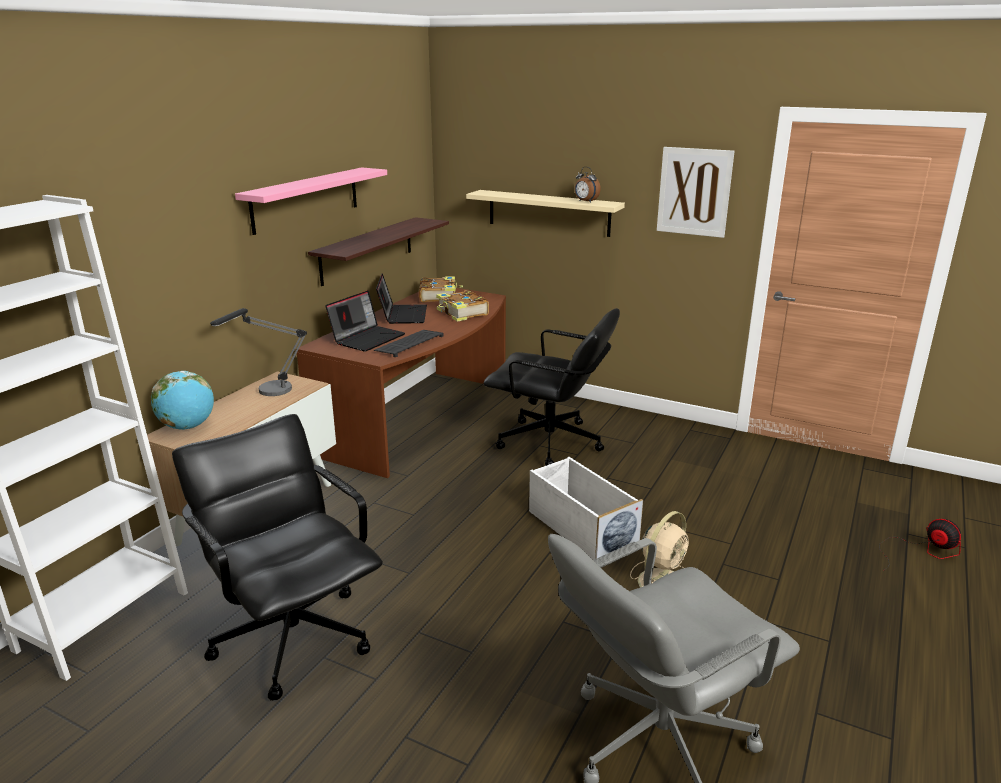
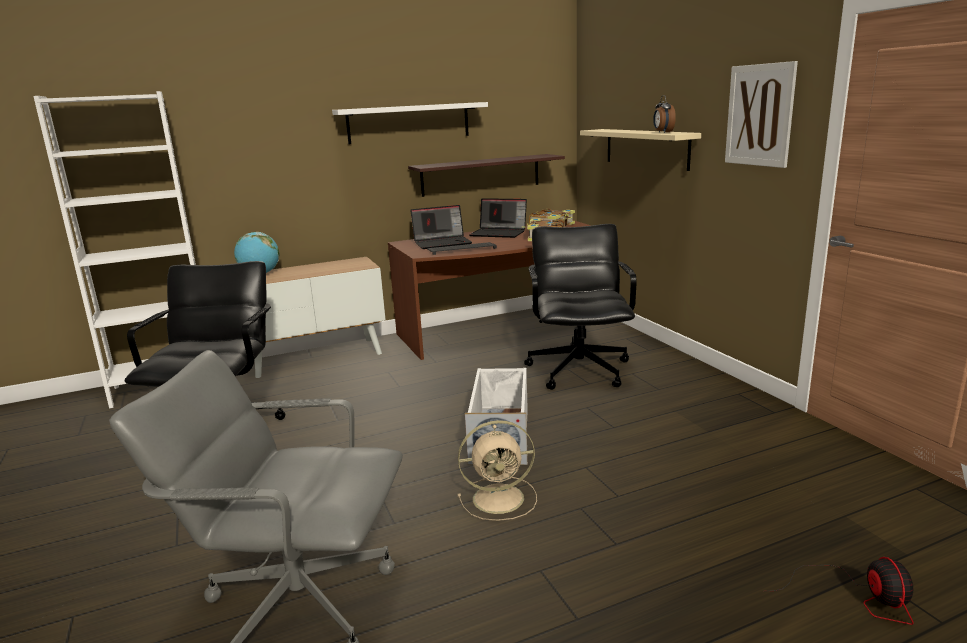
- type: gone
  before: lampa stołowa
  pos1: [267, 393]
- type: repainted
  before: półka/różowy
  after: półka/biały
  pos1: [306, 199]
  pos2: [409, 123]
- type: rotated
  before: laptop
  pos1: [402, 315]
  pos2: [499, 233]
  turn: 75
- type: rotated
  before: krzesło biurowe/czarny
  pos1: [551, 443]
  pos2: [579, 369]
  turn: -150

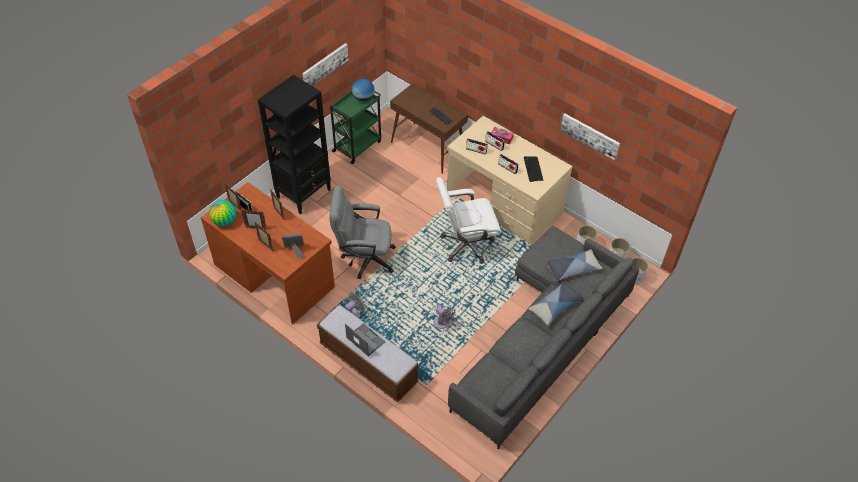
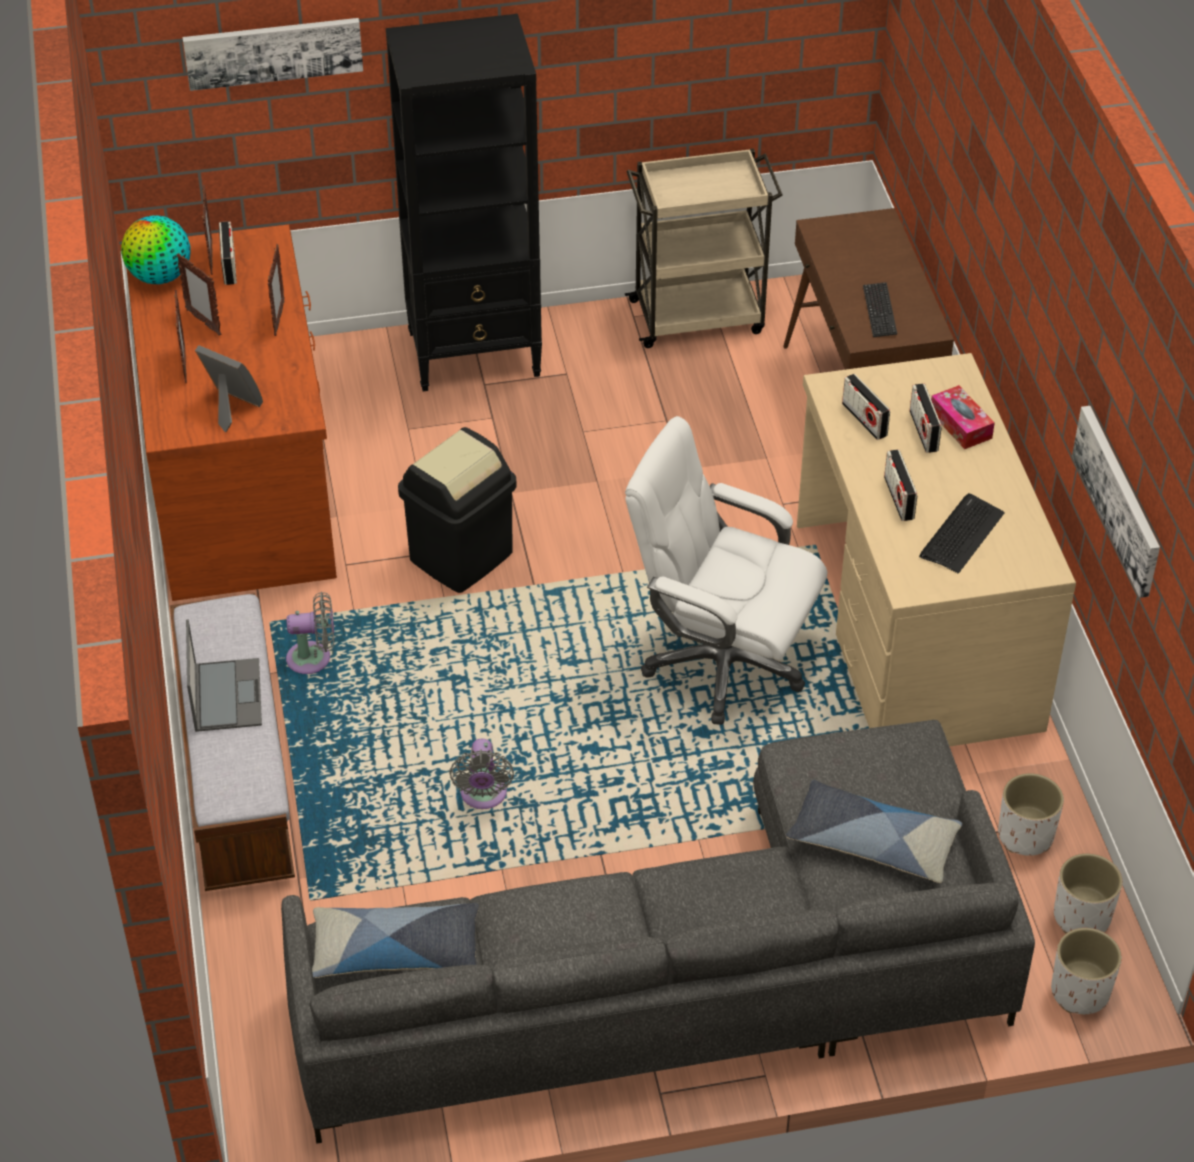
- type: shifted
  before: obraz
  pos1: [324, 65]
  pos2: [273, 52]
- type: repainted
  before: wózek/zielony
  after: wózek/beżowy
  pos1: [358, 146]
  pos2: [699, 316]
- type: swapped
  before: krzesło biurowe/szary
  after: kosz na śmieci/czarny
  pos1: [364, 258]
  pos2: [460, 556]
- type: gone
  before: globus
  pos1: [363, 98]
- type: shifted
  before: poduszka
  pos1: [555, 306]
  pos2: [396, 951]

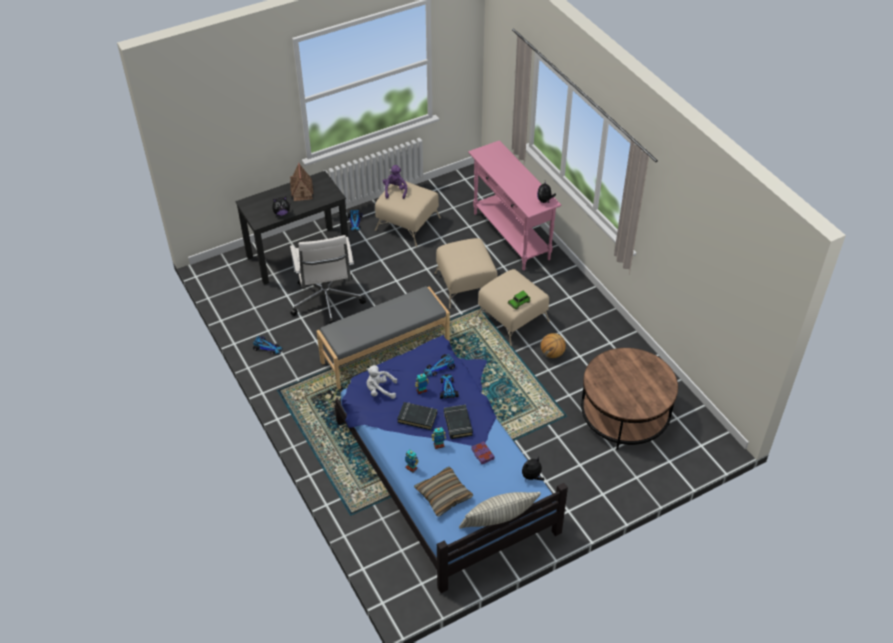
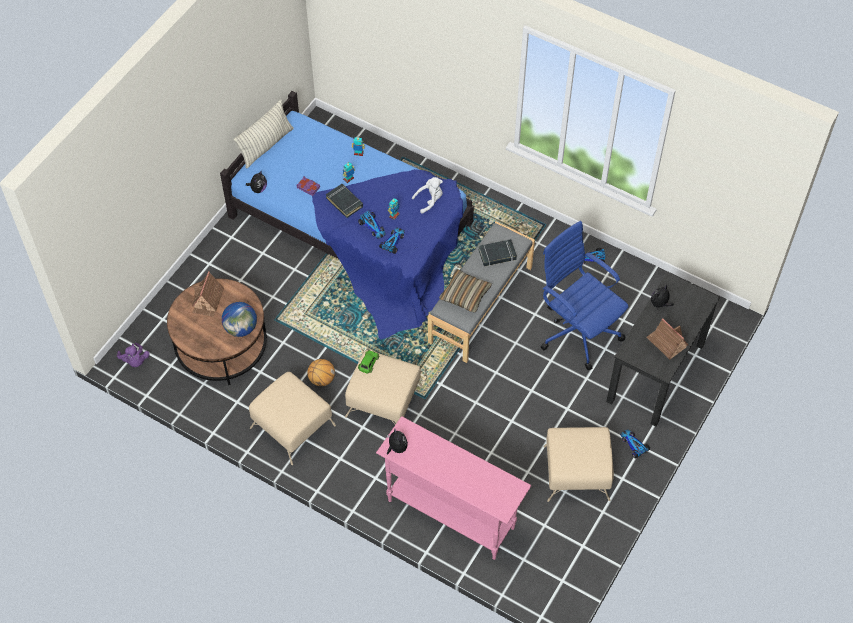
- type: repainted
  before: krzesło biurowe/biały
  after: krzesło biurowe/niebieski
  pos1: [327, 303]
  pos2: [578, 330]
- type: shifted
  before: pluszak/fioletowy
  pos1: [395, 190]
  pos2: [135, 361]
- type: shifted
  before: książka/czarny
  pos1: [417, 417]
  pos2: [497, 255]
- type: shifted
  before: poduszka
  pos1: [443, 495]
  pos2: [465, 295]
- type: shifted
  before: pufa/beżowy
  pos1: [466, 285]
  pos2: [292, 426]
- type: new
  after: domek
  pos2: [207, 300]
- type: new
  after: globus
  pos2: [241, 328]

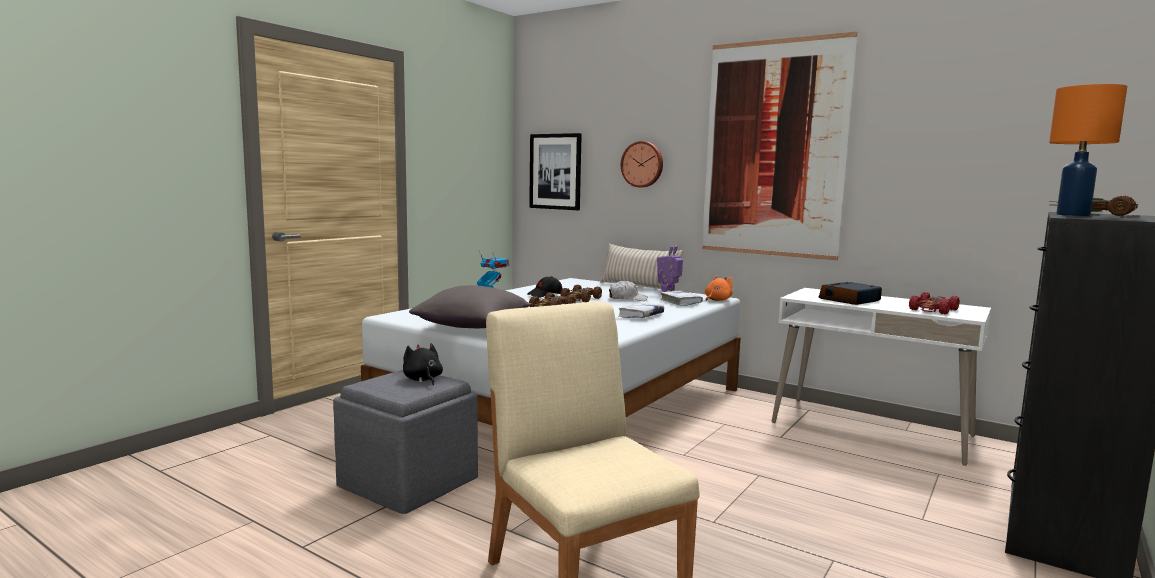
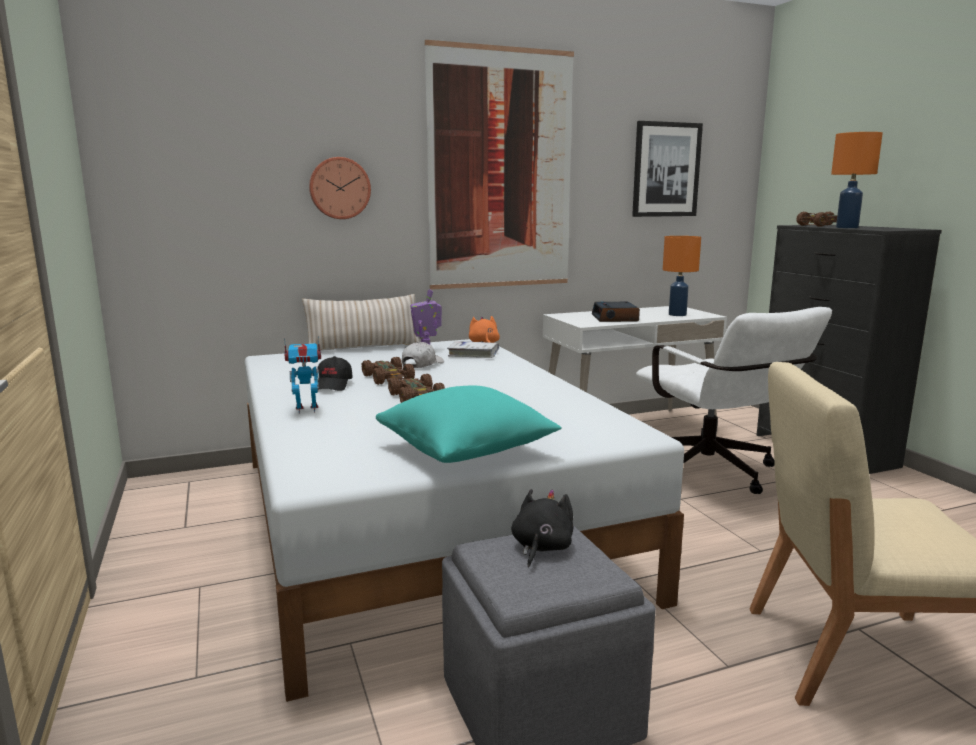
- type: rotated
  before: pluszak/czarny
  pos1: [423, 379]
  pos2: [541, 548]
  turn: 105
- type: repainted
  before: poduszka/szary
  after: poduszka/turkusowy
  pos1: [473, 327]
  pos2: [466, 450]
- type: shifted
  before: obraz
  pos1: [555, 171]
  pos2: [666, 170]
- type: gone
  before: książka/biały
  pos1: [641, 316]
- type: swapped
  before: samochodzik/czerwony
  after: lampa stołowa/pomarańczowy
  pos1: [933, 310]
  pos2: [677, 314]
- type: new
  after: krzesło biurowe/biały
  pos2: [715, 474]

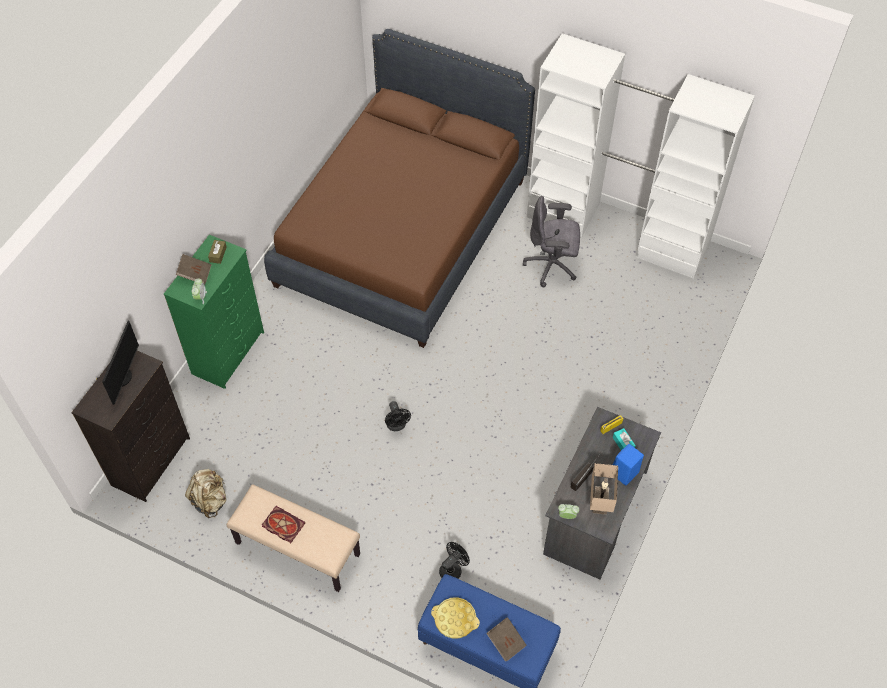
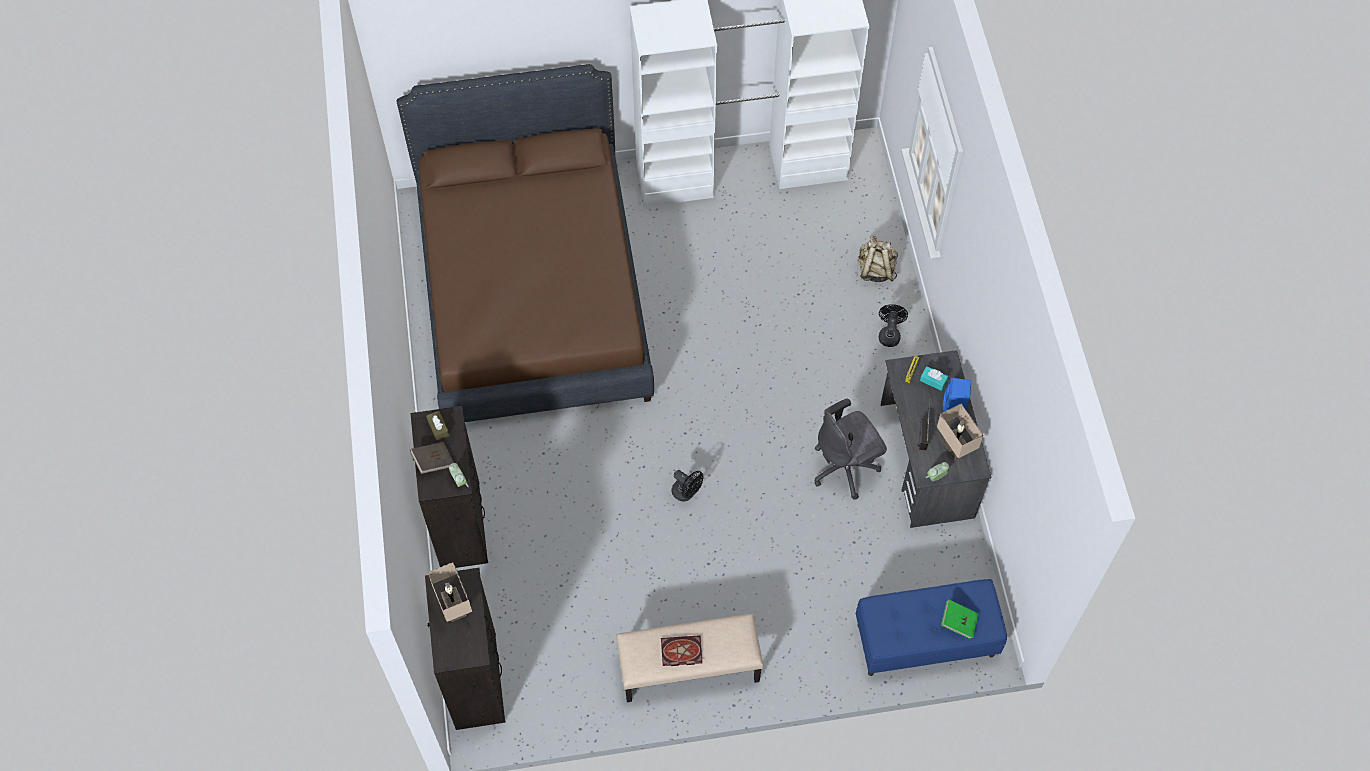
- type: swapped
  before: monitor
  after: lampa stołowa/beżowy
  pos1: [122, 377]
  pos2: [453, 607]
- type: repainted
  before: komoda/zielony
  after: komoda/czarny
  pos1: [229, 352]
  pos2: [461, 524]
- type: shifted
  before: plecak/beżowy
  pos1: [210, 500]
  pos2: [875, 270]
- type: gone
  before: taca/żółty
  pos1: [455, 619]
- type: shifted
  before: wentylator/czarny
  pos1: [453, 569]
  pos2: [889, 334]
- type: repainted
  before: książka/brązowy
  after: książka/zielony
  pos1: [506, 642]
  pos2: [958, 622]
- type: shifted
  before: krzesło biurowe/szary
  pos1: [552, 266]
  pos2: [846, 468]

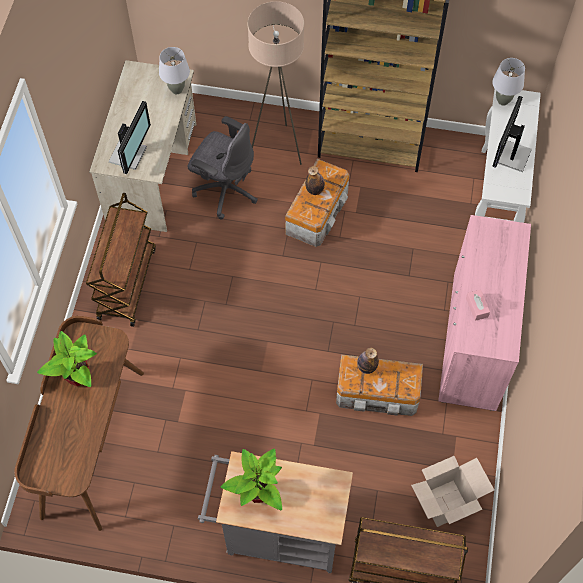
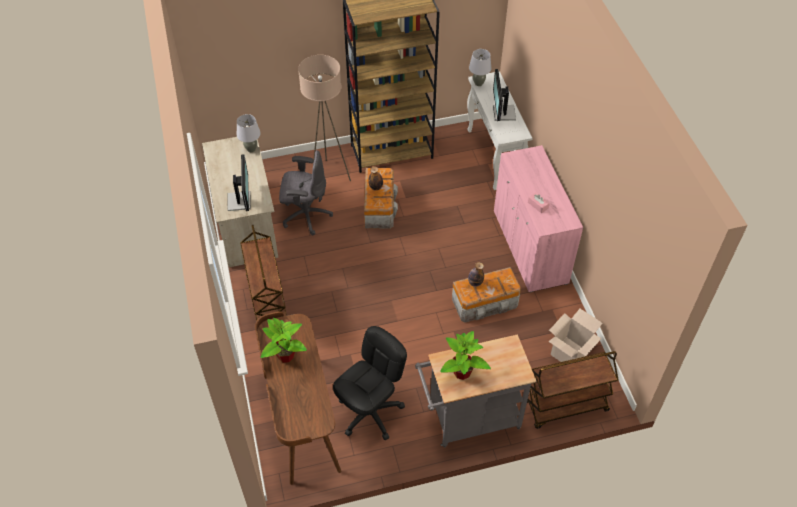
- type: new
  after: krzesło biurowe/czarny
  pos2: [370, 412]

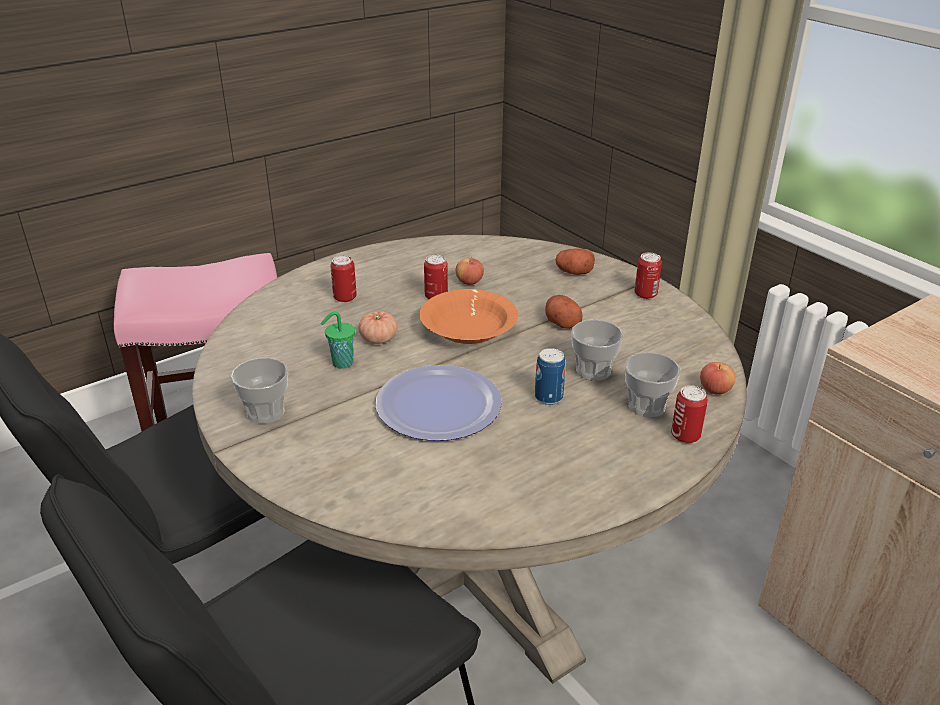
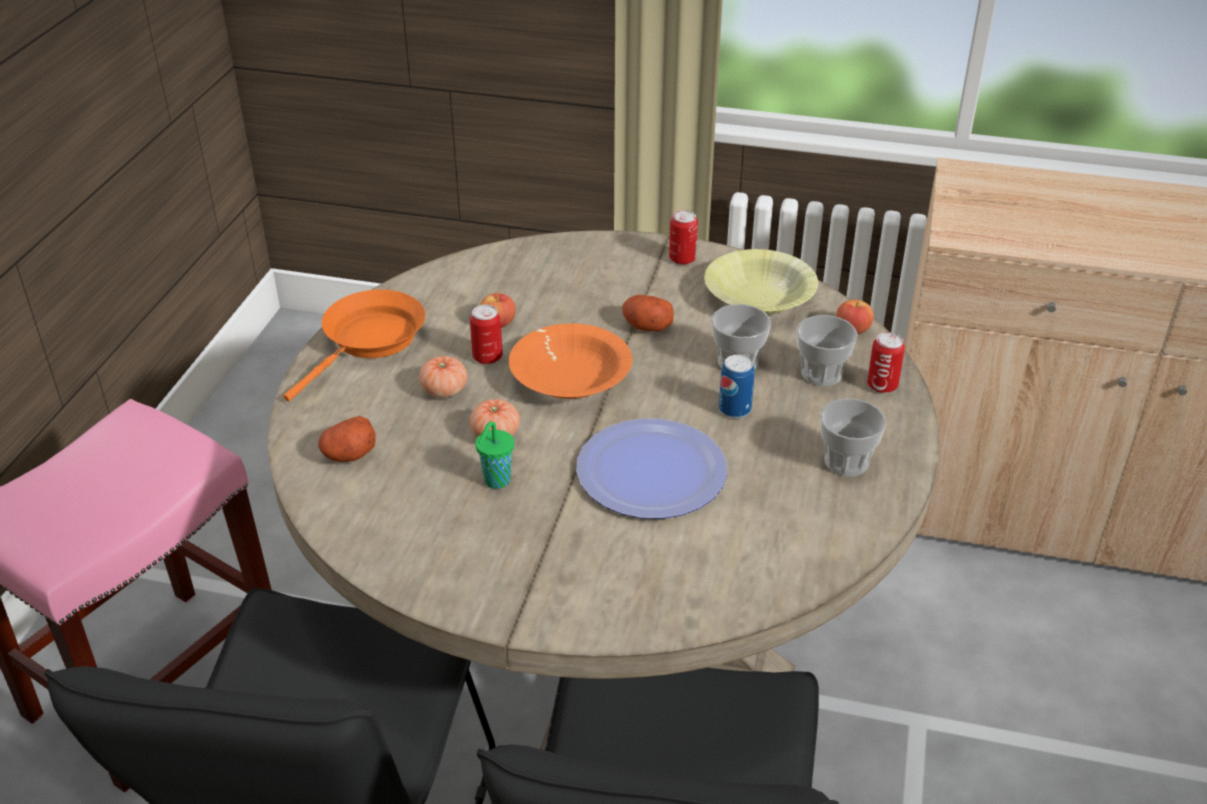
- type: shifted
  before: filiżanka
  pos1: [265, 412]
  pos2: [846, 462]
- type: gone
  before: puszka
  pos1: [345, 298]
- type: shifted
  before: ziemniak
  pos1: [573, 272]
  pos2: [349, 454]
- type: new
  after: patelnia/pomarańczowy
  pos2: [369, 342]
- type: new
  after: pomidor
  pos2: [444, 390]
- type: new
  after: miska/żółty
  pos2: [759, 297]

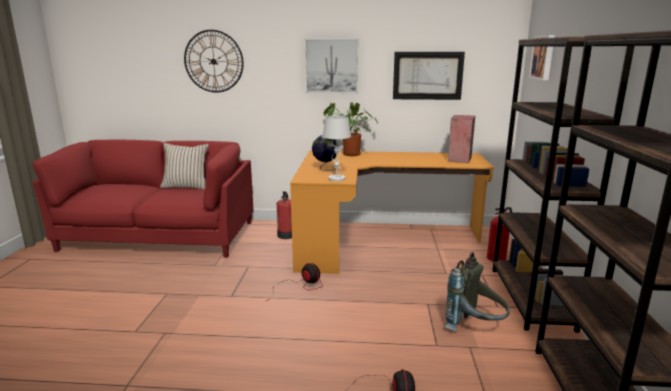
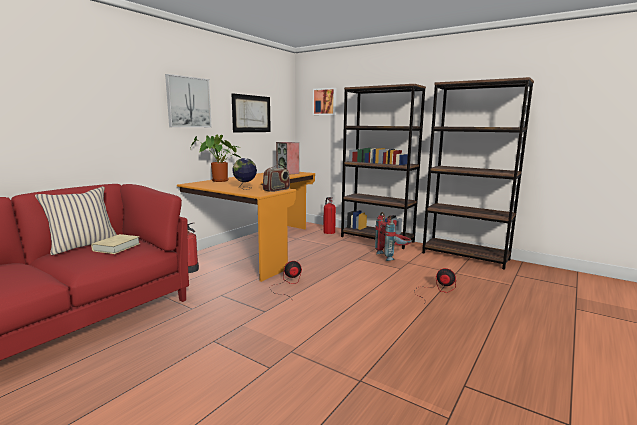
- type: gone
  before: zegar ścienny
  pos1: [213, 61]
- type: swapped
  before: lampa stołowa/biały
  after: radio
  pos1: [337, 178]
  pos2: [276, 190]
- type: repainted
  before: plecak/szary
  after: plecak/czerwony
  pos1: [475, 328]
  pos2: [393, 257]
- type: new
  after: książka/beżowy
  pos2: [116, 247]

